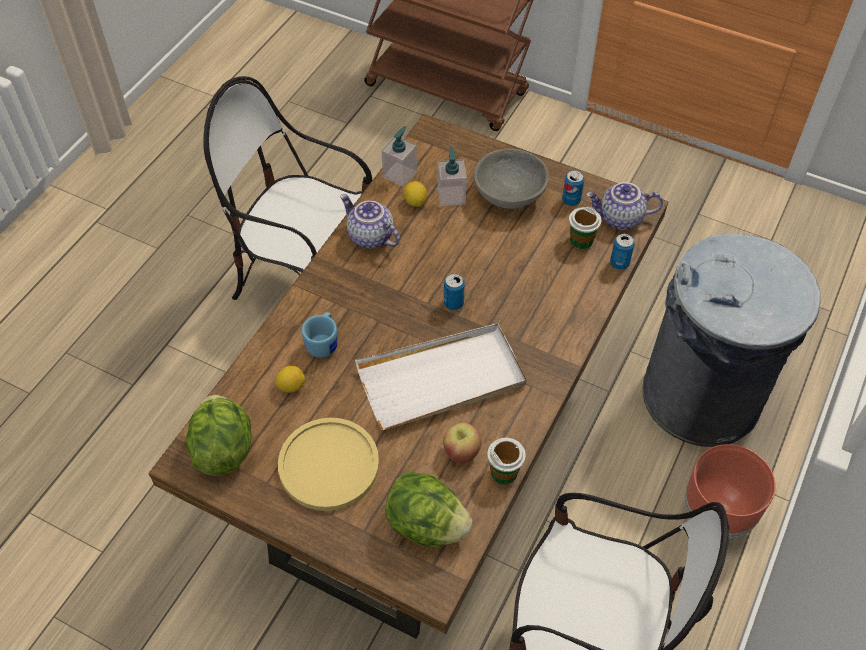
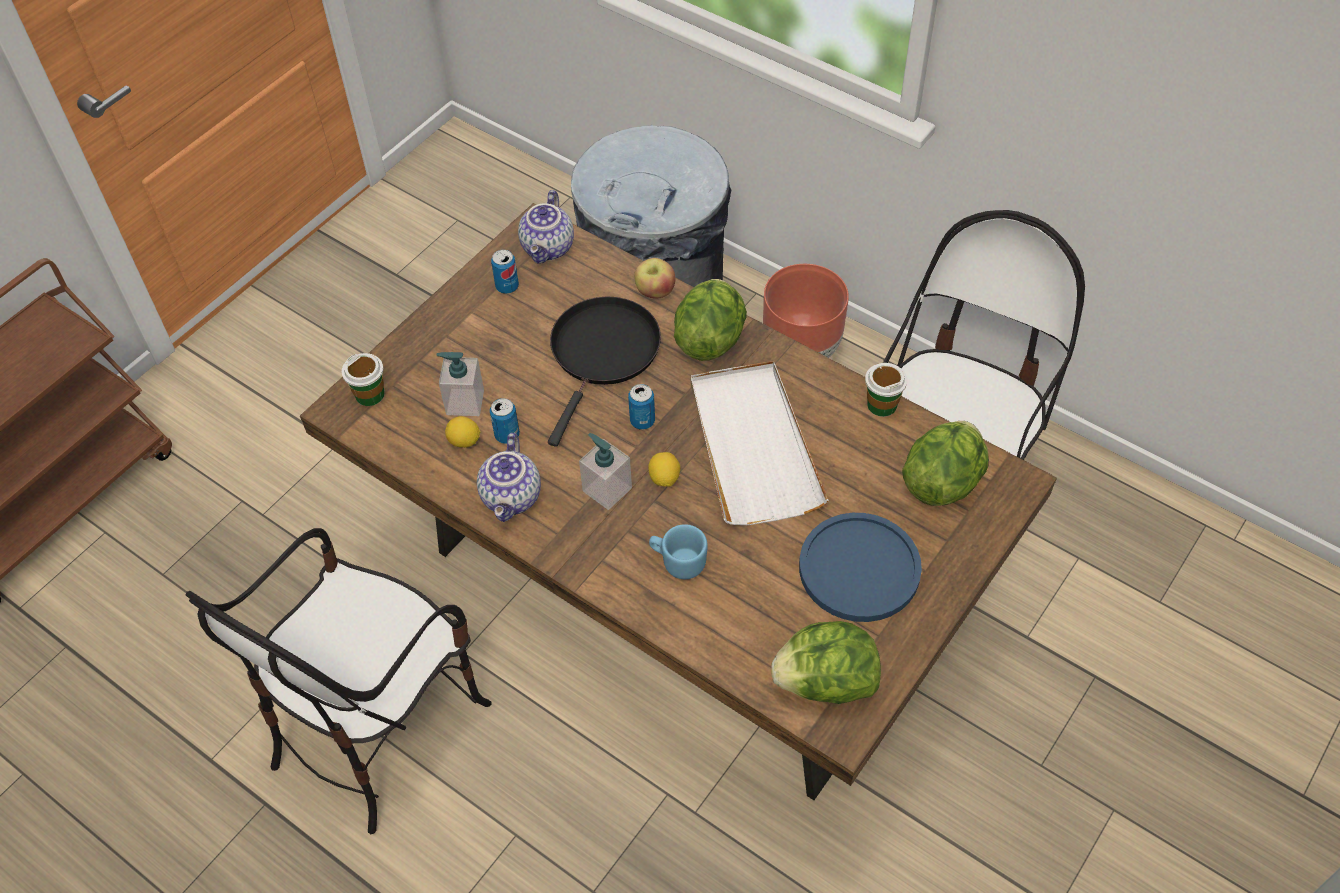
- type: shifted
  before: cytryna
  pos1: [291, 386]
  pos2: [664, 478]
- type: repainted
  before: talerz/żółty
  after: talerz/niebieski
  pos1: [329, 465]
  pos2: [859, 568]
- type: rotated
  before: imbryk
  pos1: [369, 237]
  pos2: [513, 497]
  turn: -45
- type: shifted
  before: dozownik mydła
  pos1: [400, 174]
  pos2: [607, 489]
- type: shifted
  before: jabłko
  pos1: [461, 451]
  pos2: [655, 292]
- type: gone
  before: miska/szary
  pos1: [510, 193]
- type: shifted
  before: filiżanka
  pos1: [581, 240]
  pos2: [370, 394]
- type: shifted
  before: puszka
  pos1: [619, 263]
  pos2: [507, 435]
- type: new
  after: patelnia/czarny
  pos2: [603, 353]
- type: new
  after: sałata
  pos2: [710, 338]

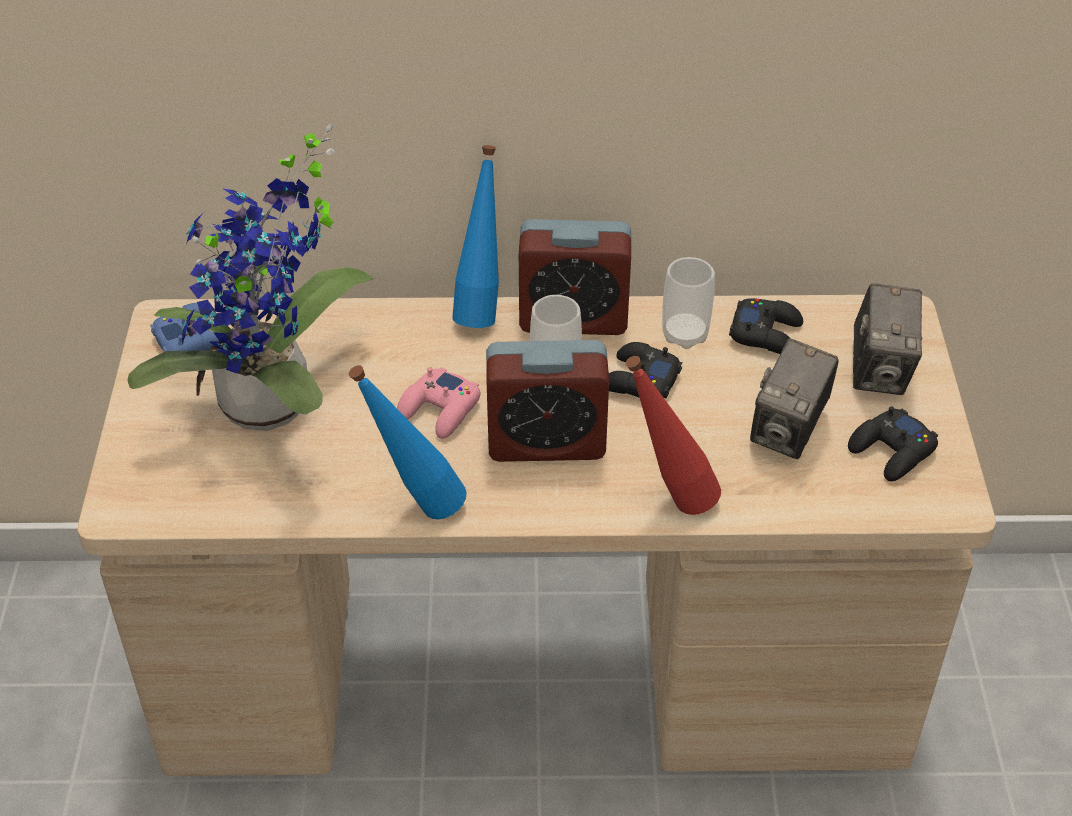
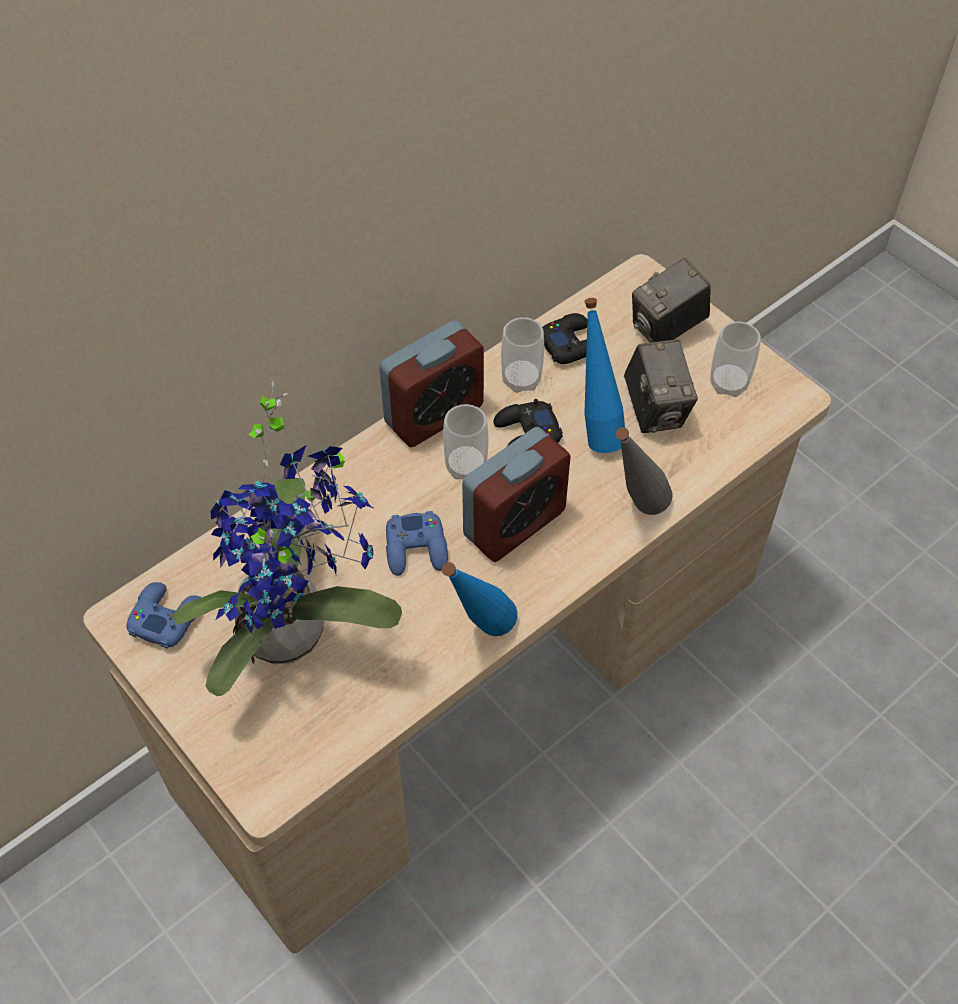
- type: repainted
  before: pad do gier/różowy
  after: pad do gier/niebieski
  pos1: [440, 410]
  pos2: [416, 549]
- type: shifted
  before: butelka/niebieski
  pos1: [481, 309]
  pos2: [596, 430]
- type: repainted
  before: butelka/czerwony
  after: butelka/szary
  pos1: [668, 501]
  pos2: [634, 512]
- type: swapped
  before: pad do gier/czarny
  after: filiżanka
  pos1: [892, 451]
  pos2: [728, 384]
- type: rotated
  before: aparat fotograficzny
  pos1: [880, 371]
  pos2: [667, 329]
  turn: 90

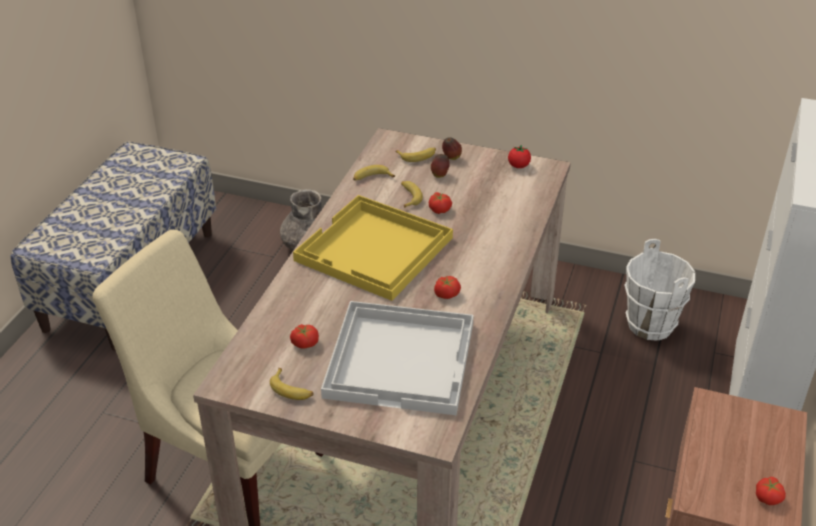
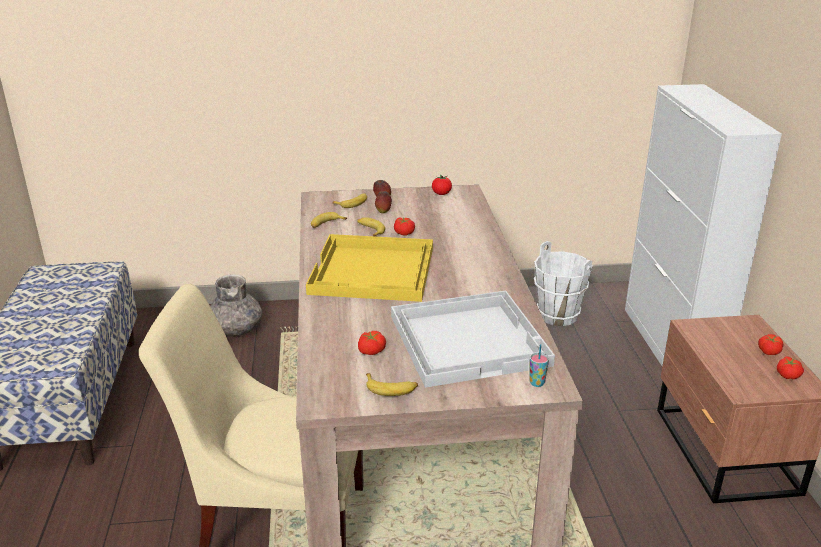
- type: shifted
  before: pomidor
  pos1: [446, 294]
  pos2: [768, 351]
- type: new
  after: filiżanka
  pos2: [537, 383]

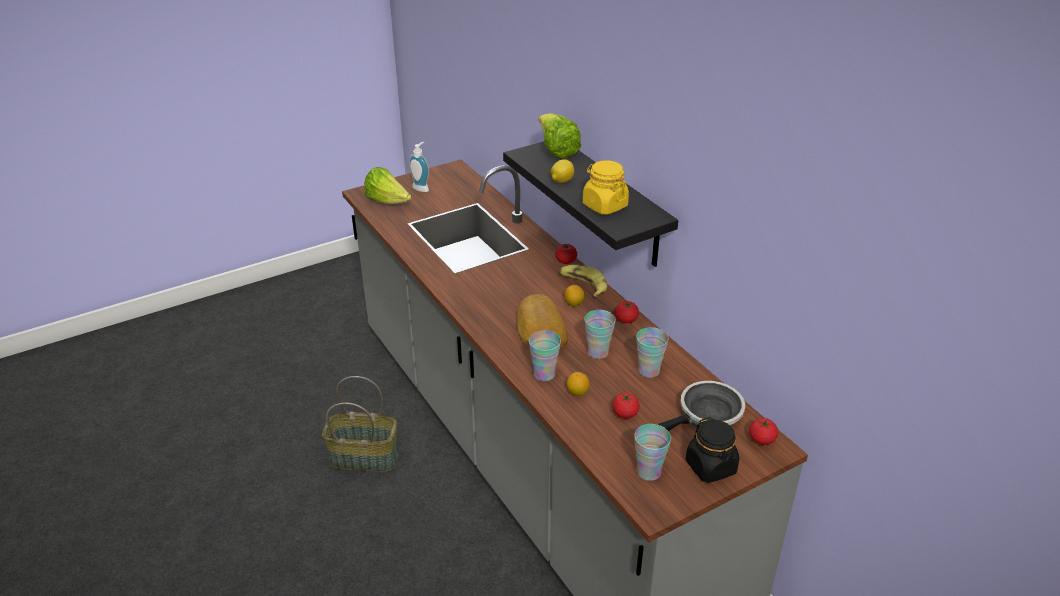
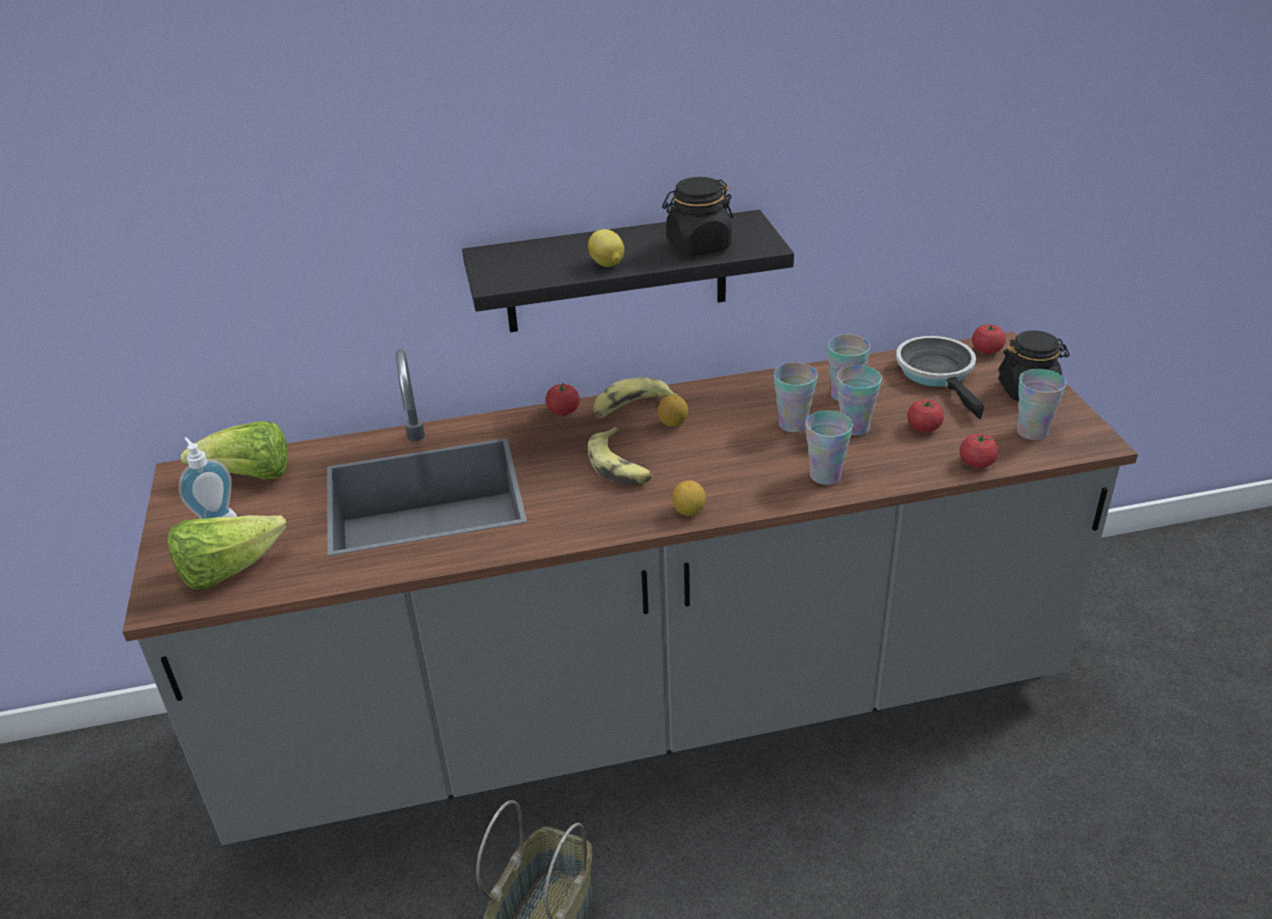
- type: gone
  before: chleb
  pos1: [540, 330]
- type: shifted
  before: sałata
  pos1: [556, 150]
  pos2: [250, 476]
- type: shifted
  before: cytryna
  pos1: [577, 392]
  pos2: [689, 511]
- type: repainted
  before: słoik/żółty
  after: słoik/czarny
  pos1: [604, 206]
  pos2: [698, 246]
- type: shifted
  before: pomidor
  pos1: [626, 320]
  pos2: [976, 463]
- type: new
  after: banan
  pos2: [620, 466]
- type: new
  after: filiżanka
  pos2: [854, 427]

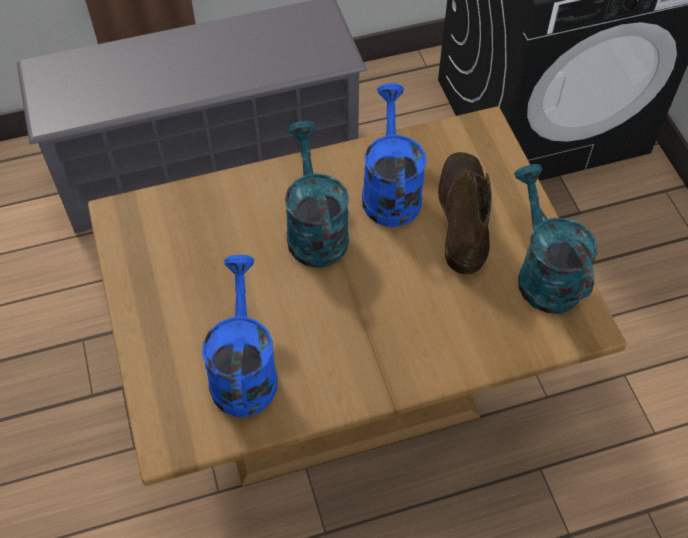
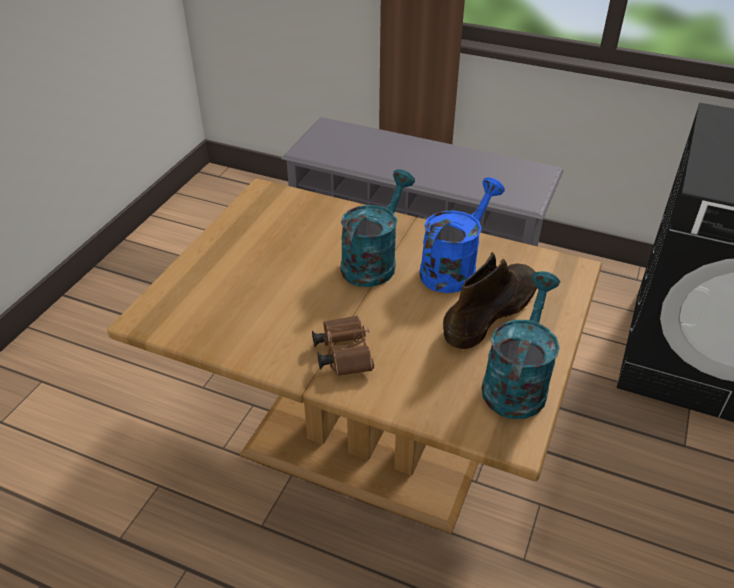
- type: gone
  before: konewka/niebieski
  pos1: [243, 370]
- type: new
  after: lornetka/brązowy
  pos2: [343, 353]

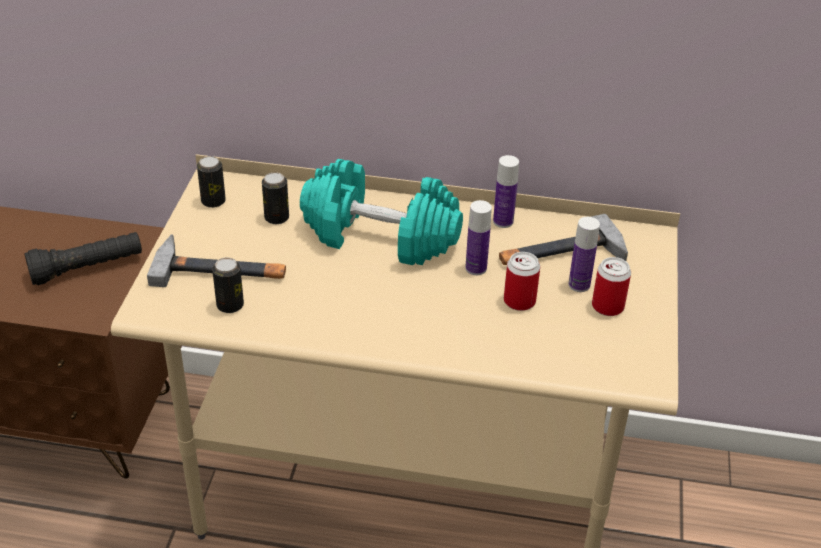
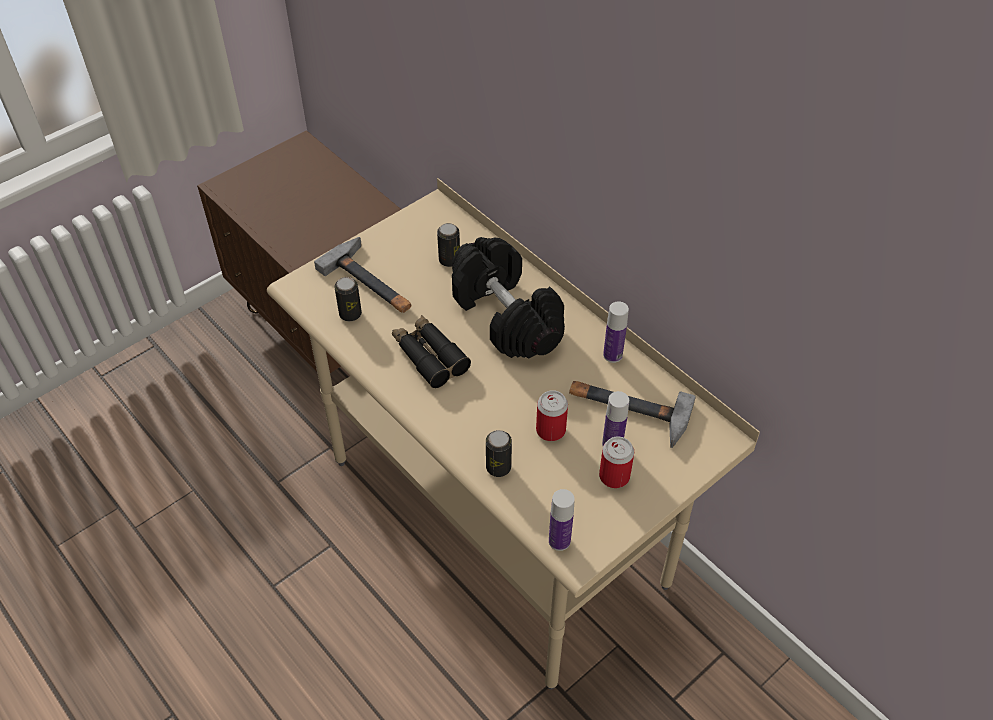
- type: gone
  before: latarka/czarny
  pos1: [87, 268]
- type: shifted
  before: puszka
  pos1: [213, 201]
  pos2: [498, 467]
- type: repainted
  before: hantel/turkusowy
  after: hantel/czarny
  pos1: [379, 237]
  pos2: [505, 316]
- type: shifted
  before: butelka
  pos1: [476, 268]
  pos2: [559, 541]
- type: new
  after: lornetka/czarny
  pos2: [429, 356]

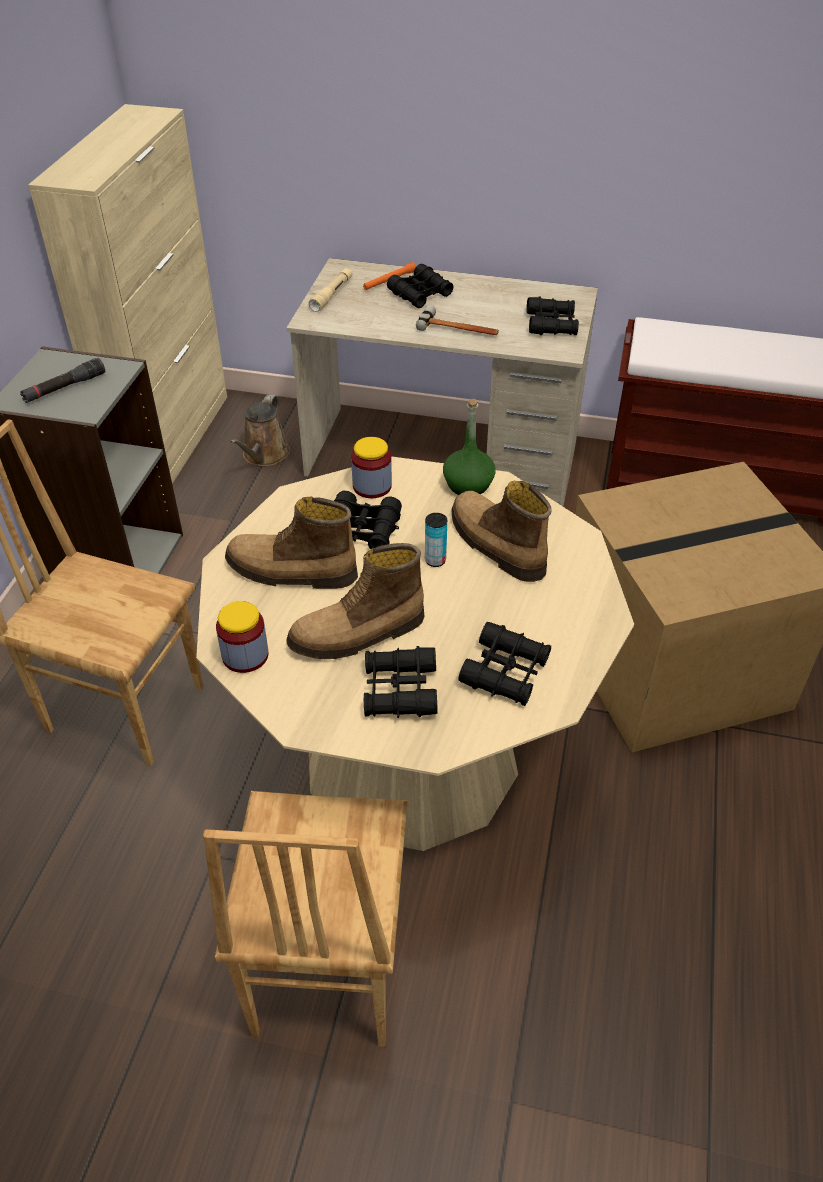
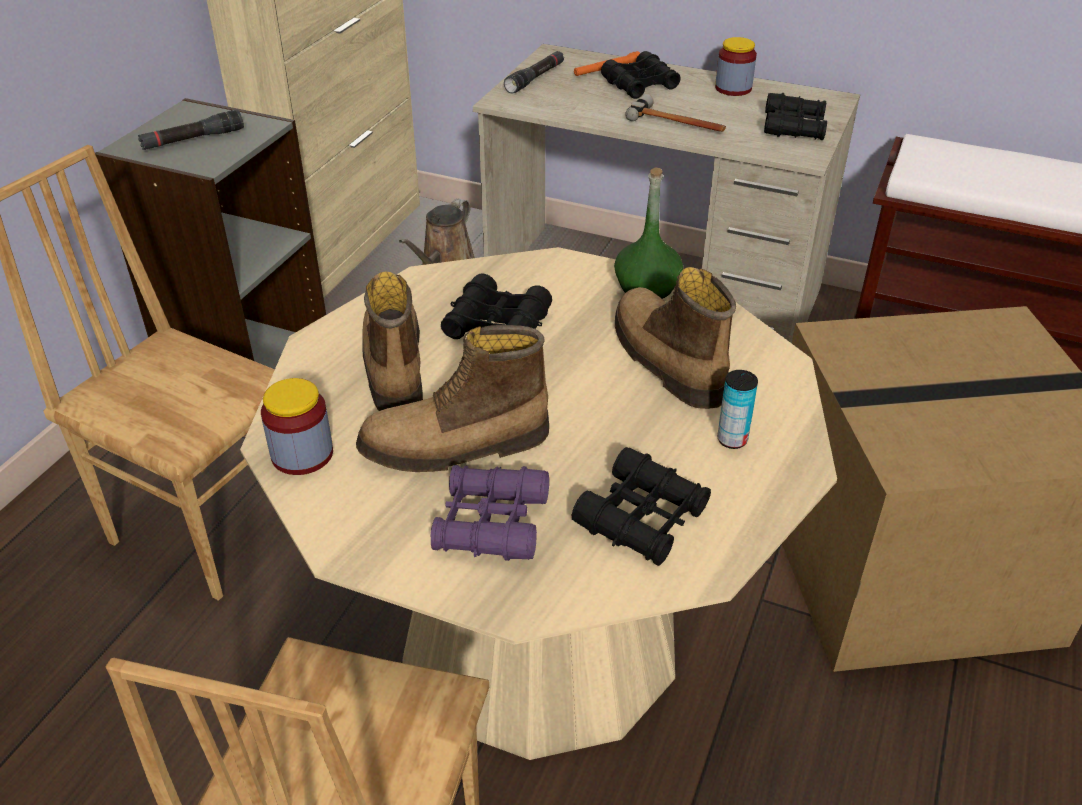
- type: rotated
  before: but z cholewką
  pos1: [291, 572]
  pos2: [392, 363]
  turn: 60
- type: repainted
  before: latarka/beżowy
  after: latarka/czarny
  pos1: [332, 295]
  pos2: [535, 78]
- type: shifted
  before: słoik
  pos1: [372, 486]
  pos2: [733, 88]
- type: repainted
  before: lornetka/czarny
  after: lornetka/fioletowy
  pos1: [400, 690]
  pos2: [491, 523]
- type: shifted
  before: puszka
  pos1: [435, 560]
  pos2: [732, 440]

